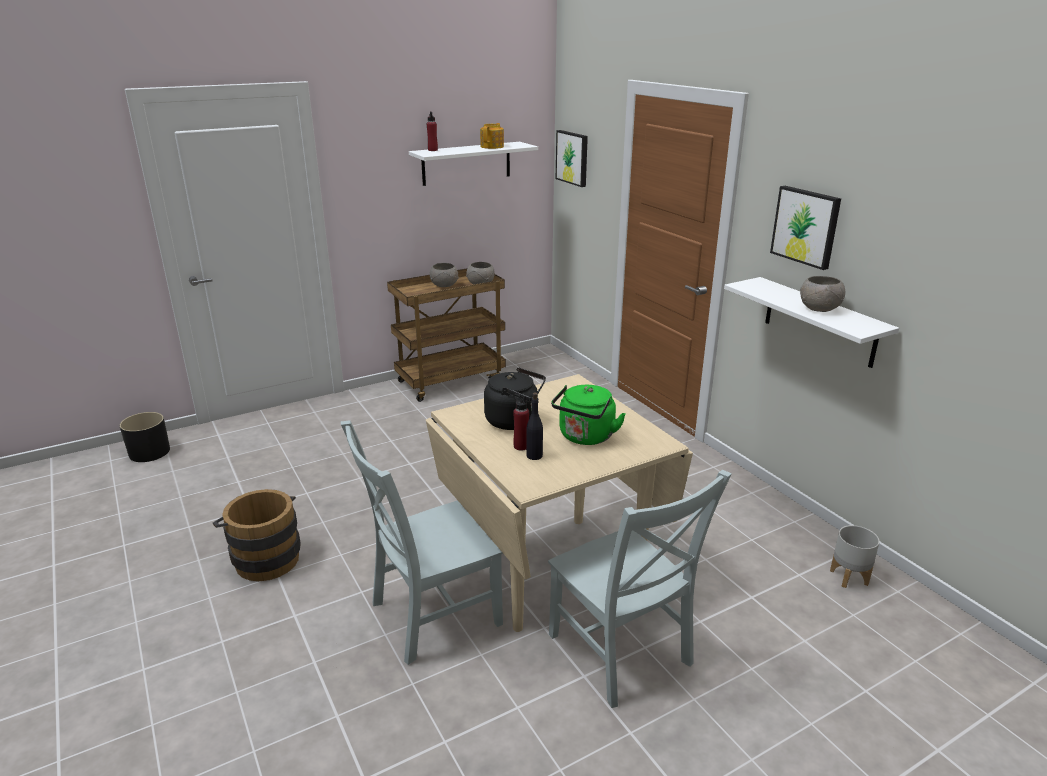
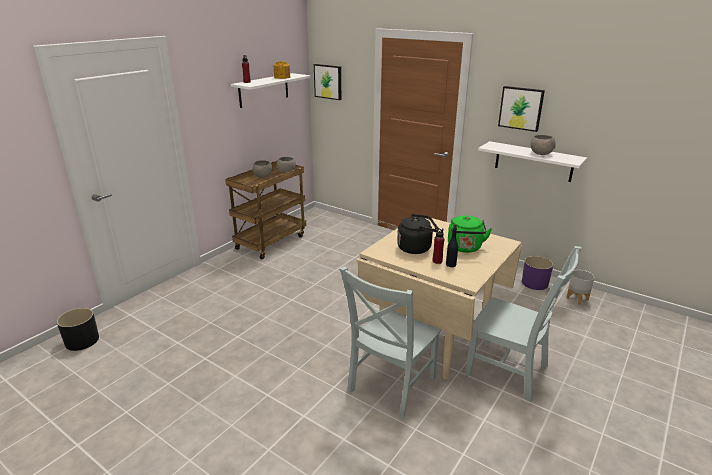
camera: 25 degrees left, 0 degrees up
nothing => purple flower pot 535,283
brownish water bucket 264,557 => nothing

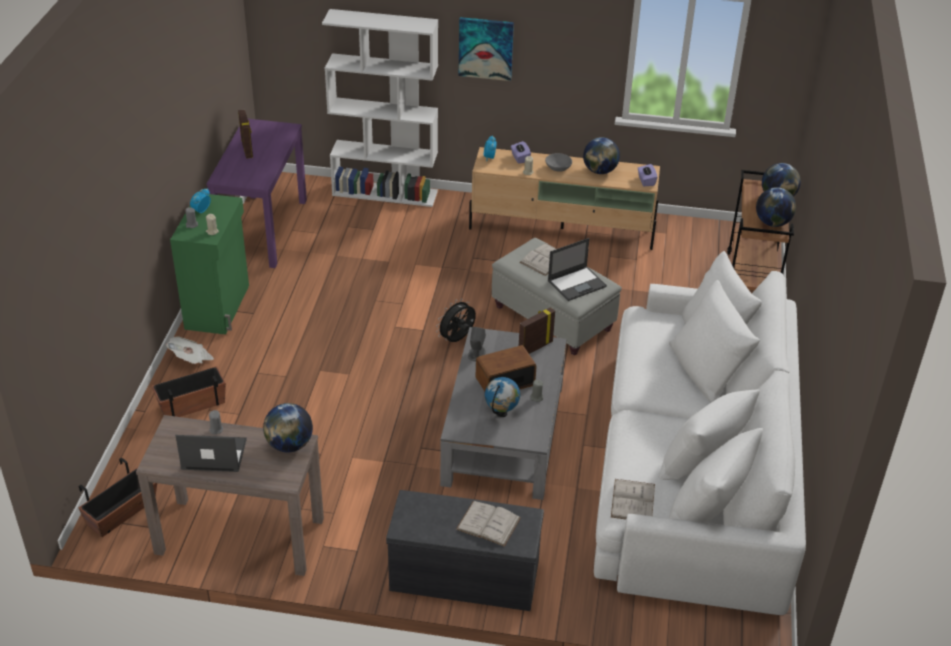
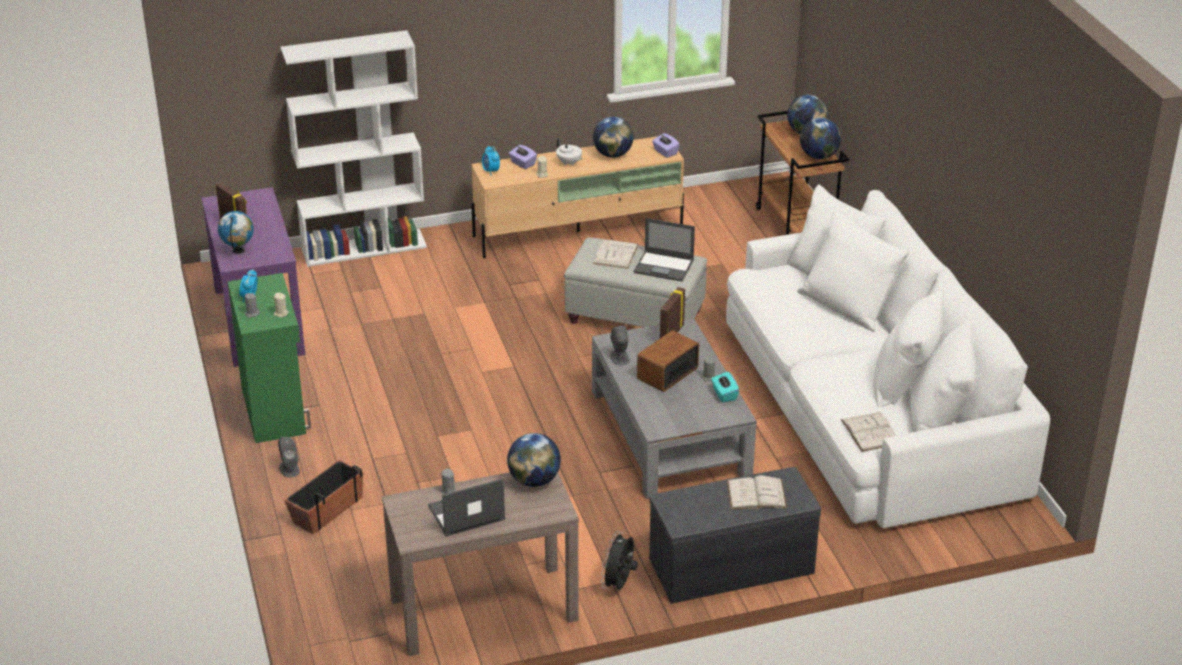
camera: 25 degrees left, 5 degrees down
desk globe 501,413 => desk globe 238,251, move
daily paper 191,359 => greyish audio speaker 289,468
greyish serving bowl 558,168 => whitish teapot 569,163
black electric fan 457,339 => black electric fan 619,584, move
notebook computer 577,283 => notebook computer 664,266, 75 degrees clockwise
nothing => turquoise box of tissues 724,394
flower pot 121,513 => nothing
picture 486,48 => nothing

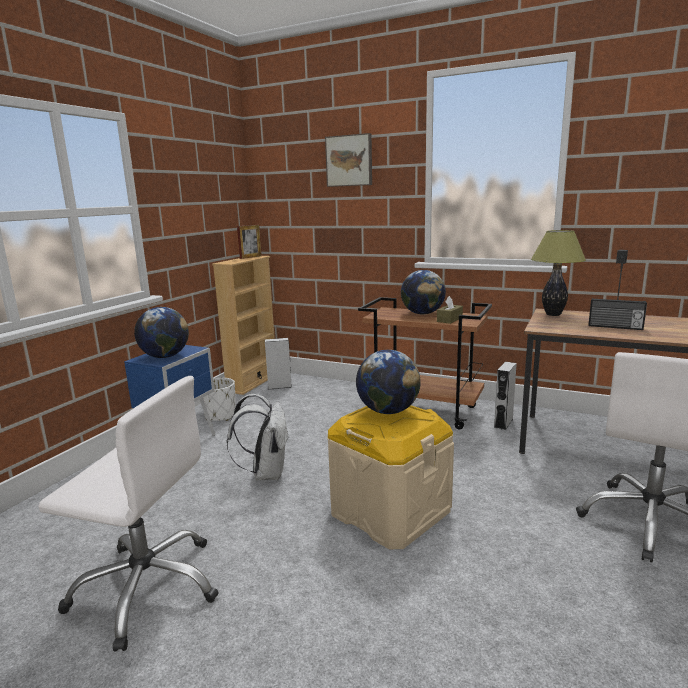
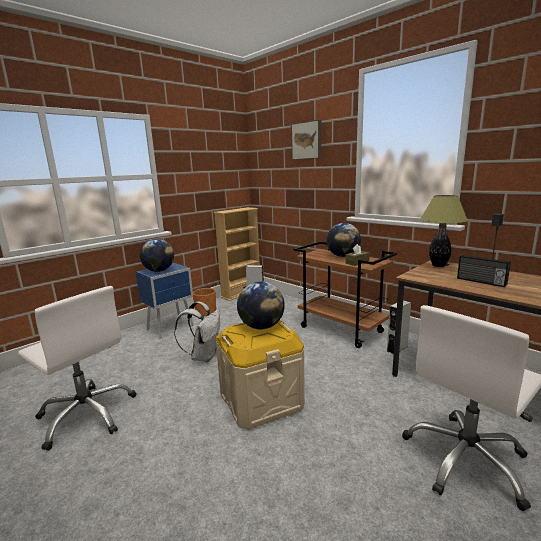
camera: 20 degrees right, 0 degrees up
whitish flower pot 220,416 => orangey flower pot 206,313
standing frame 250,257 => nothing

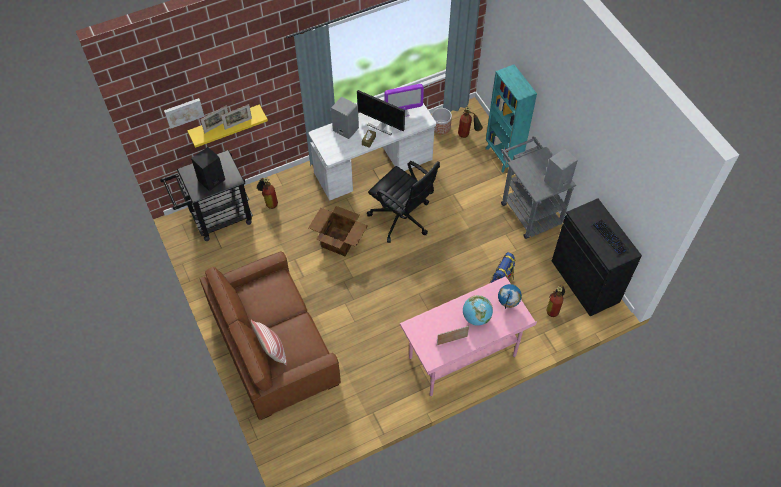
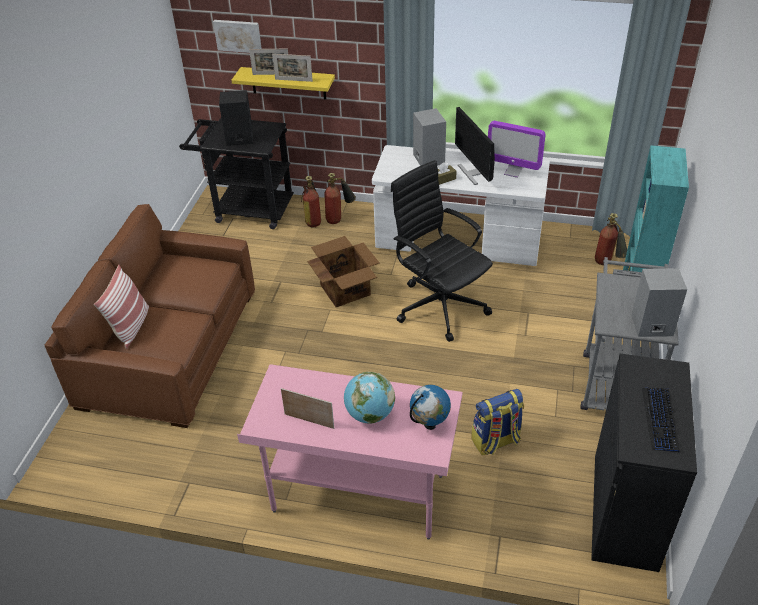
camera: 40 degrees right, 15 degrees down
fire-fighting cylinder 554,307 => fire-fighting cylinder 339,218, move
black computer chair 402,218 => black computer chair 439,305, 150 degrees clockwise
flower pot 441,127 => nothing

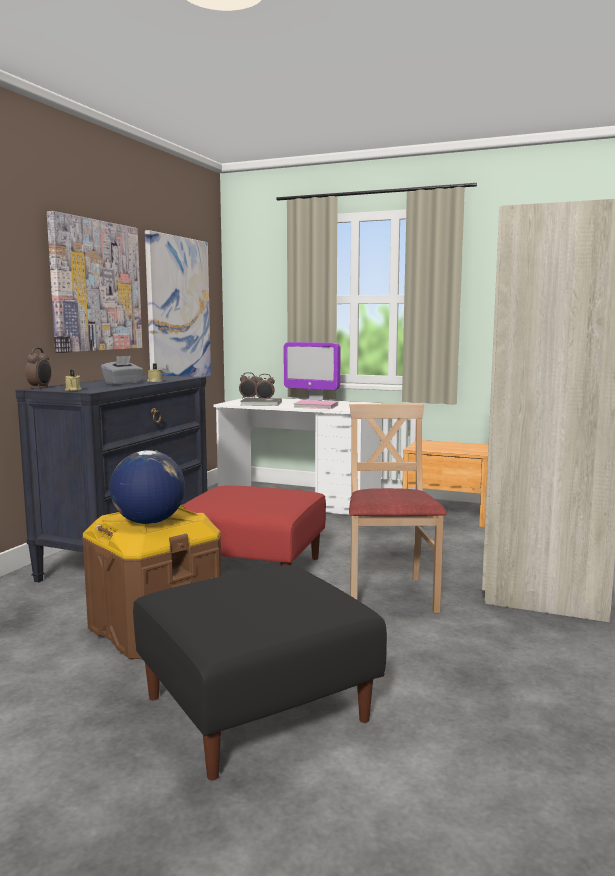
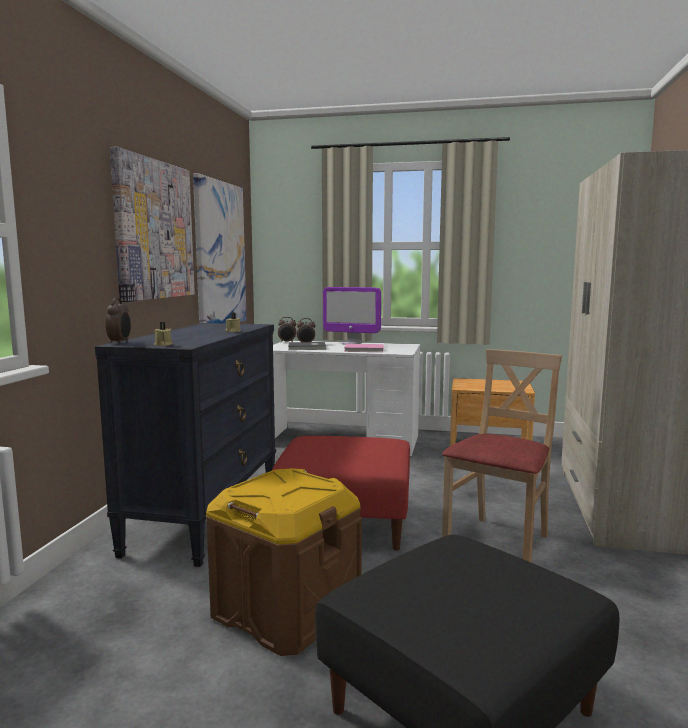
camera: 10 degrees left, 0 degrees up
sand-coloured plain chair 389,595 => sand-coloured plain chair 499,543, 45 degrees clockwise
greyish box of tissues 123,383 => nothing
desk globe 148,522 => nothing

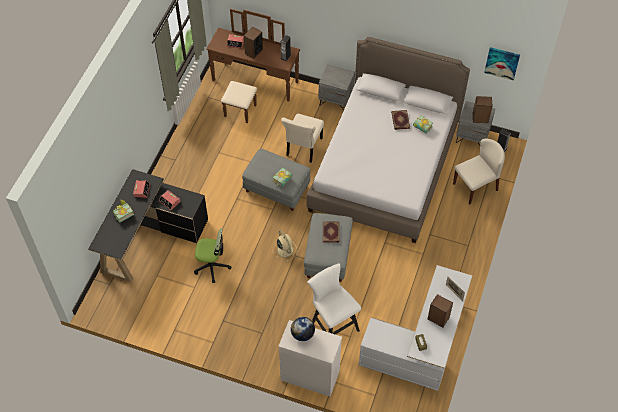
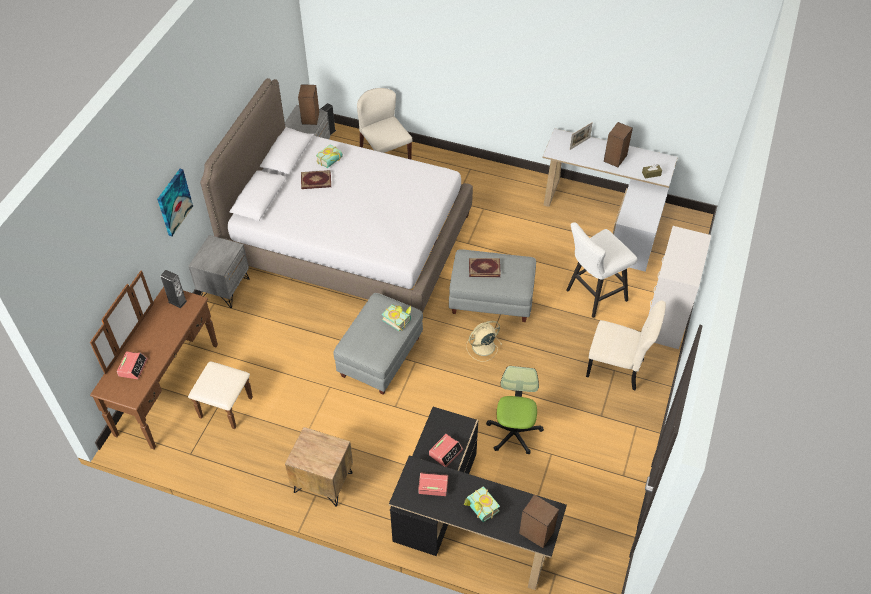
camera: 90 degrees left, 5 degrees down
picture 502,63 => picture 174,202, move
nothing => brownish bedside table 323,483
audio speaker 253,51 => audio speaker 536,532, move
sand-coloured plain chair 303,148 => sand-coloured plain chair 617,369, move
desk globe 302,334 => nothing

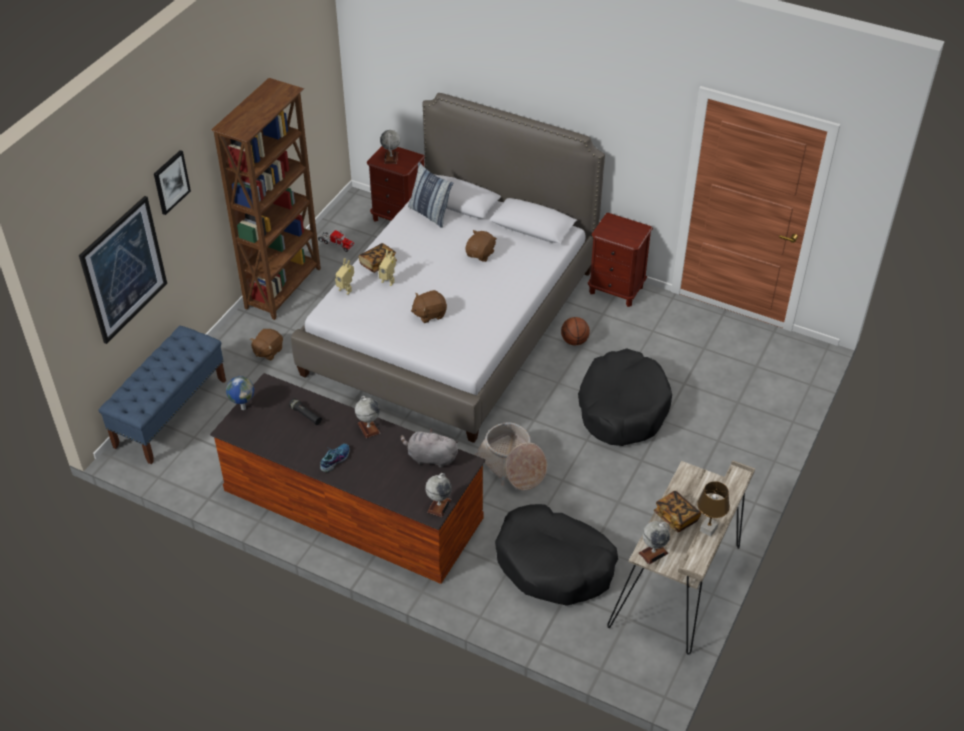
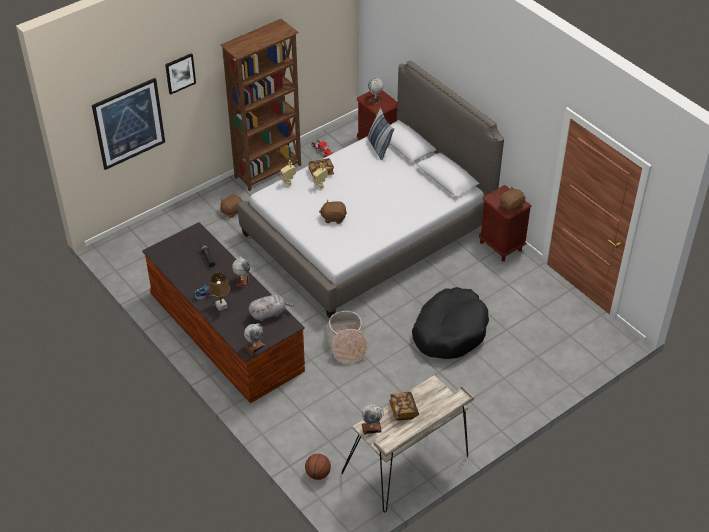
camera: 25 degrees right, 0 degrees up
brownish table lamp 708,529 => brownish table lamp 221,306, move
greyish cuddly toy 430,458 => greyish cuddly toy 269,313, 120 degrees clockwise
basketball ball 574,341 => basketball ball 318,474, move
brownish cuddly toy 481,254 => brownish cuddly toy 512,206, move
blue bench 171,413 => nothing
desk globe 243,408 => nothing
black dog bed 554,564 => nothing

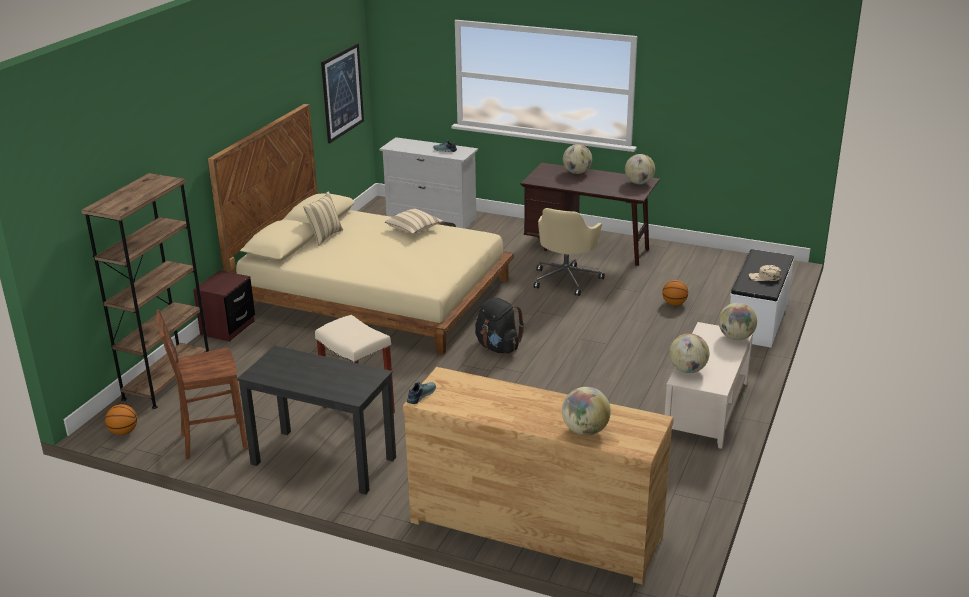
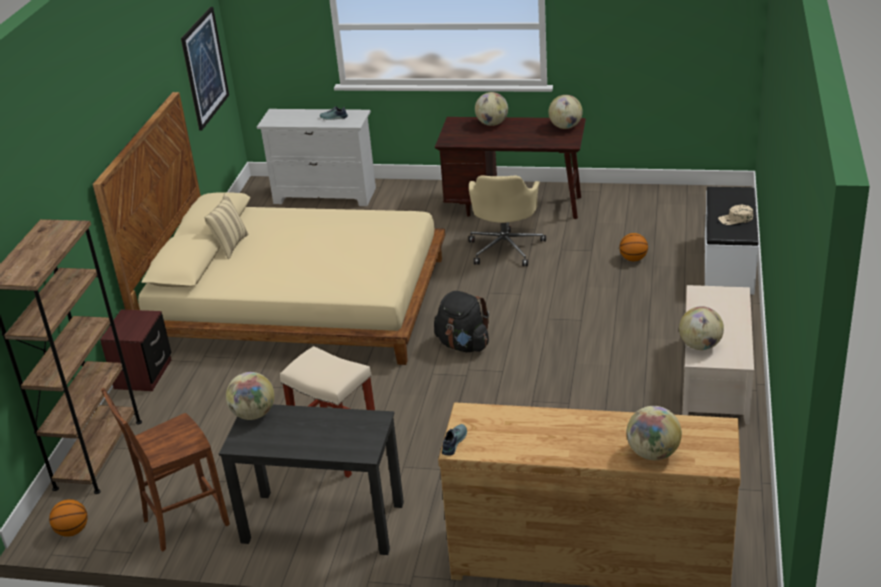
camera: 10 degrees left, 5 degrees up
desk globe 735,337 => desk globe 253,414, move
sand-coloured throw pillow 414,229 => nothing

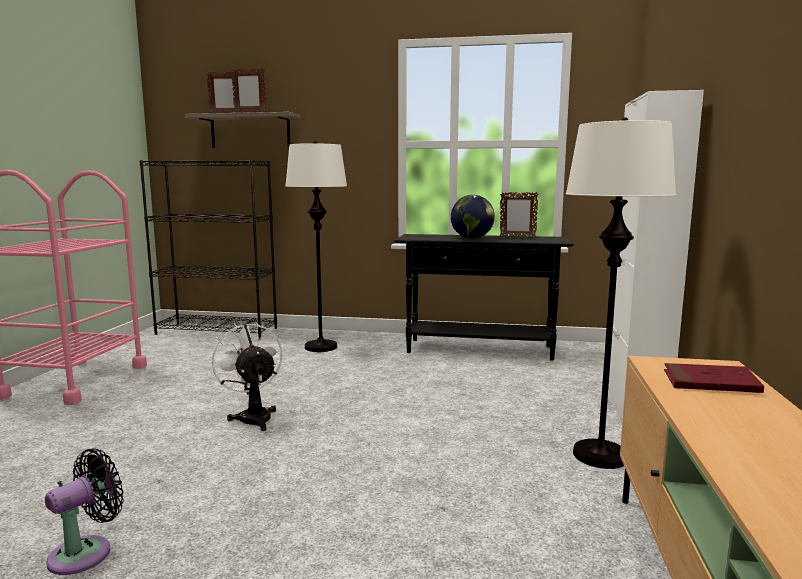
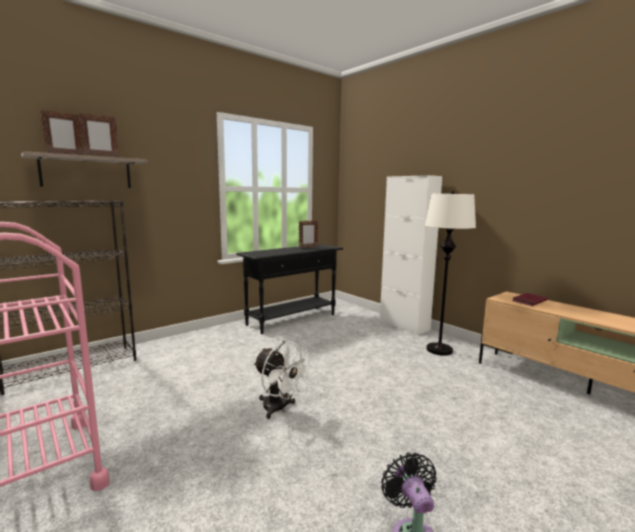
camera: 50 degrees left, 0 degrees up
whitish electric fan 253,416 => whitish electric fan 279,409, 150 degrees counterclockwise
whitish standing lamp 320,347 => nothing
desk globe 471,238 => nothing

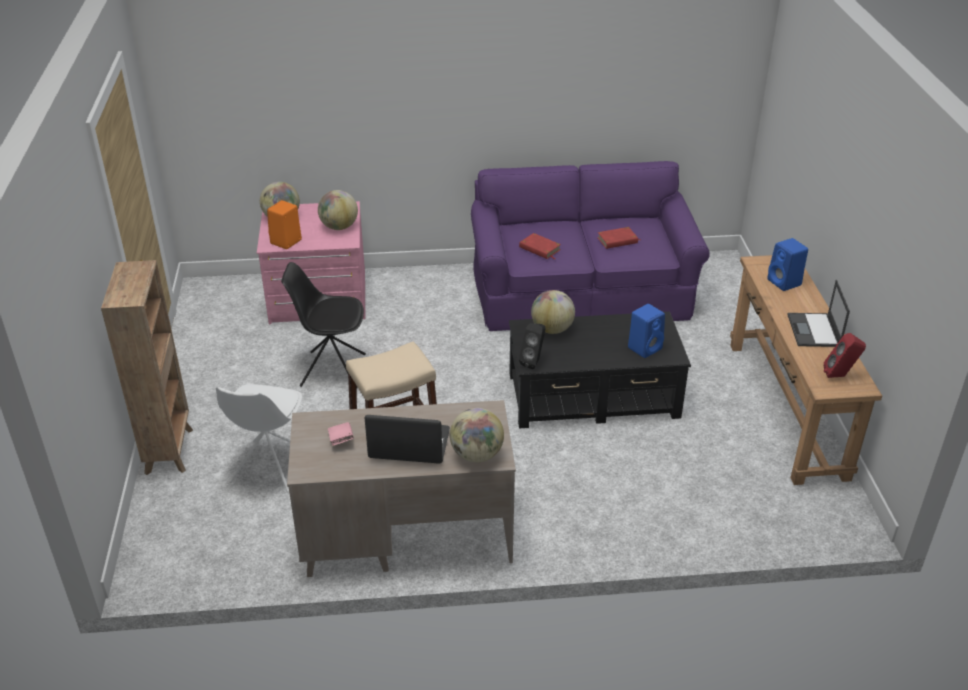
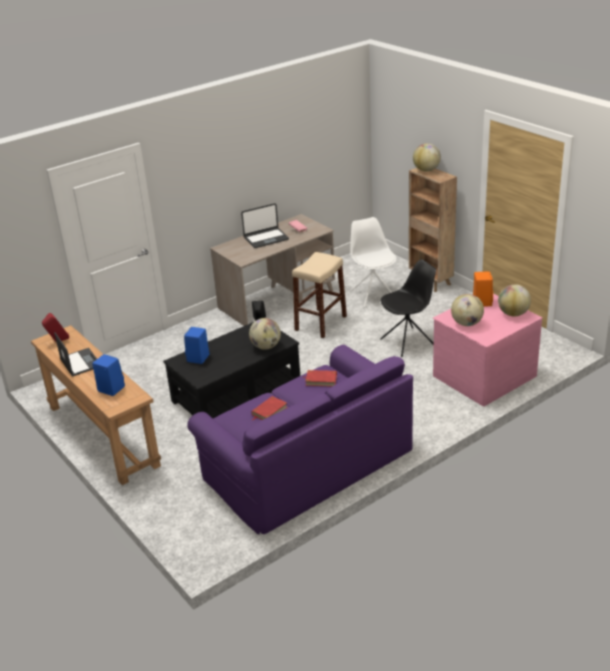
camera: 150 degrees right, 5 degrees down
desk globe 476,455 => desk globe 426,170, move

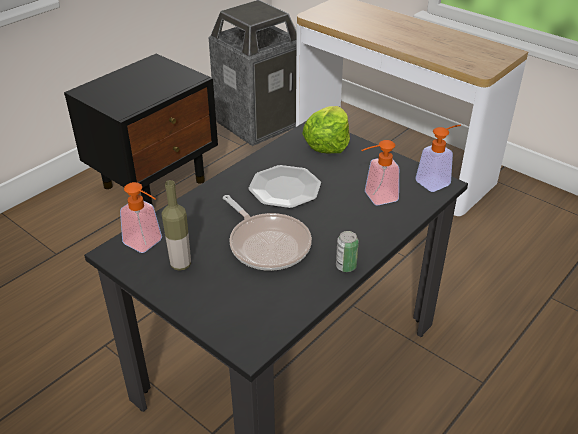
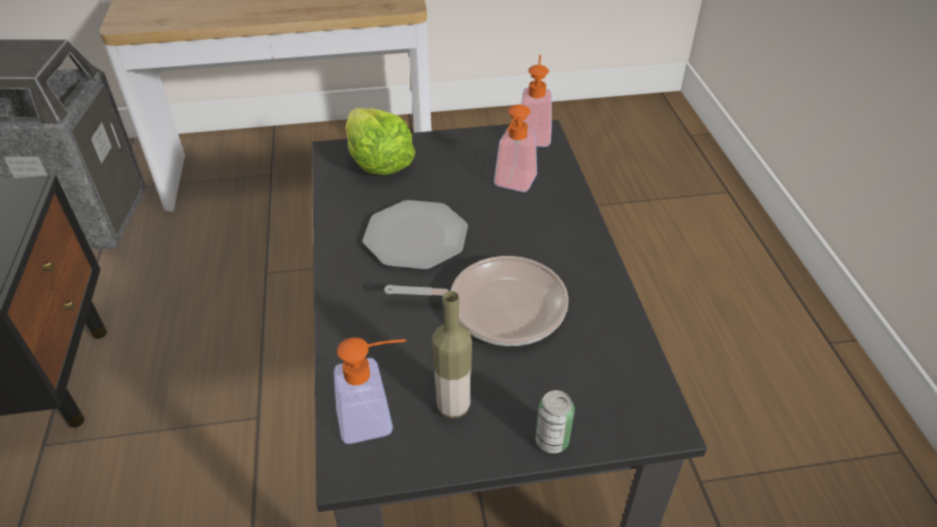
camera: 50 degrees left, 5 degrees up
sealed can 346,266 => sealed can 552,440, move

